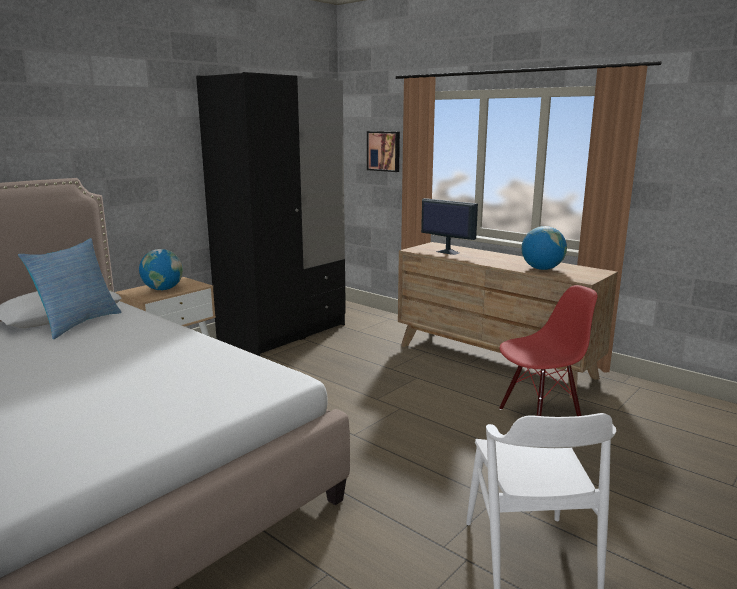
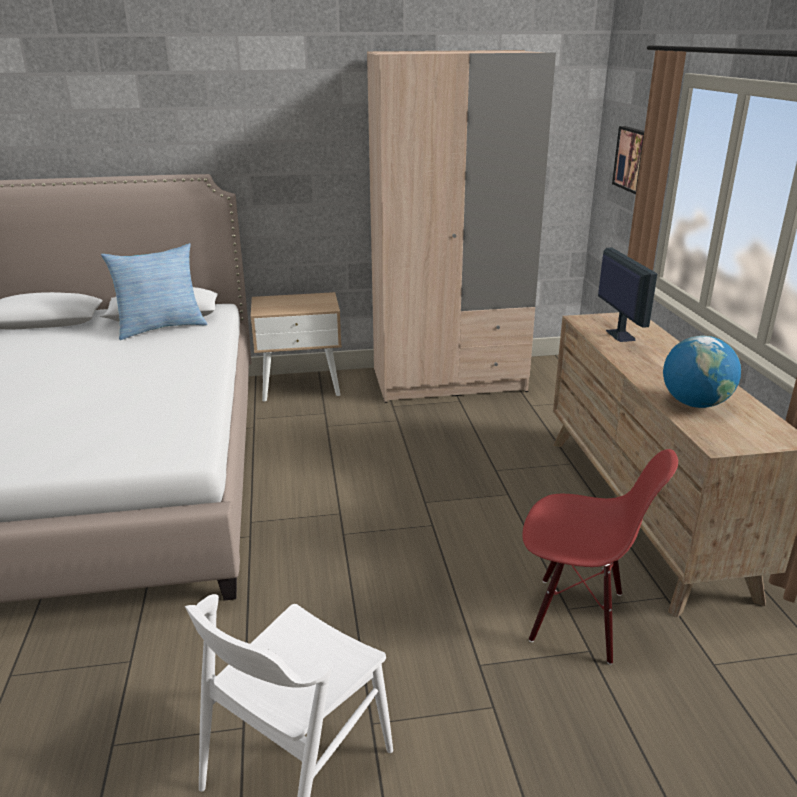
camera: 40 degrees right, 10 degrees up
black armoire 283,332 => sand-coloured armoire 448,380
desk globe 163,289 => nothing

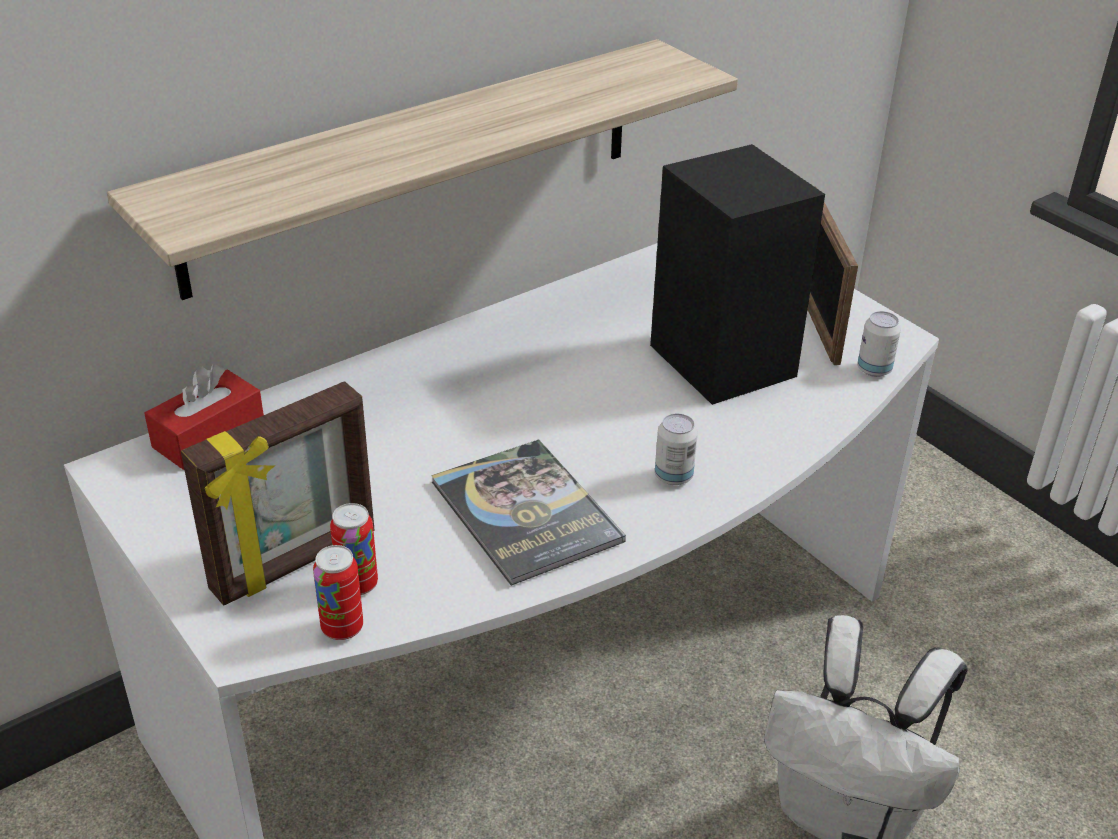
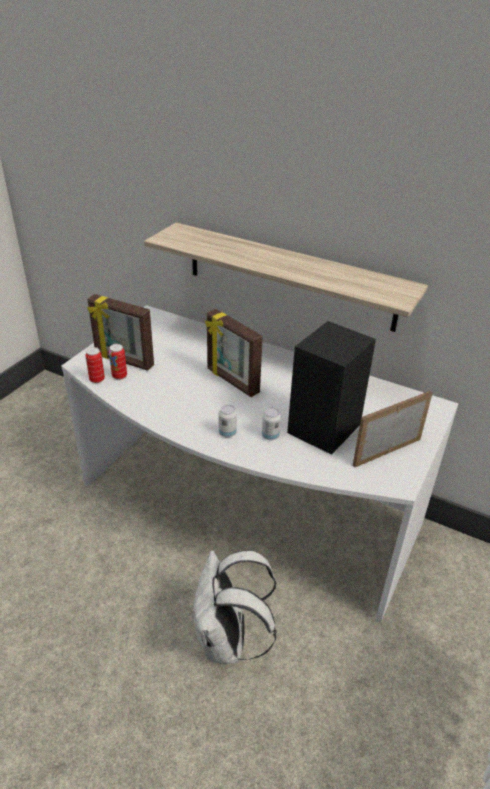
camera: 65 degrees right, 0 degrees up
nothing => standing frame 232,381
sealed can 874,369 => sealed can 270,436, move
red-coloured box of tissues 209,436 => nothing
volume 525,512 => nothing

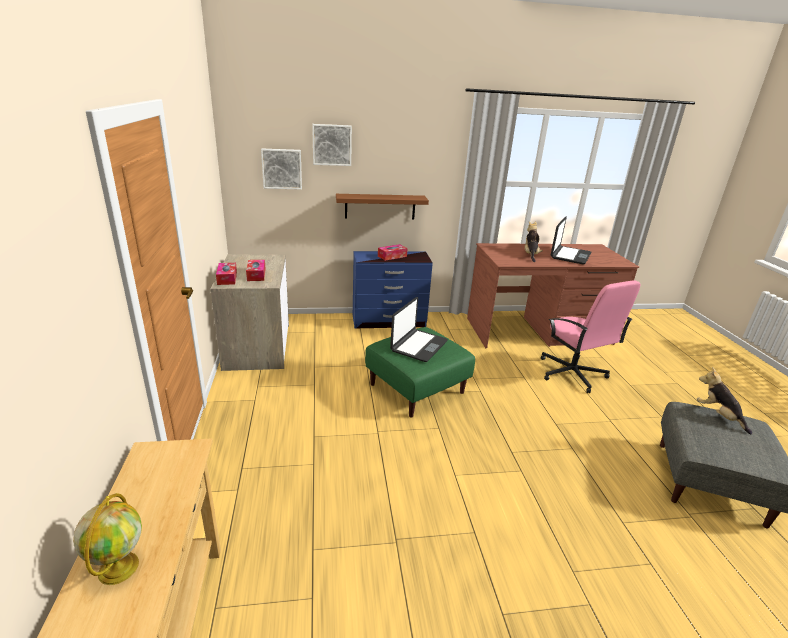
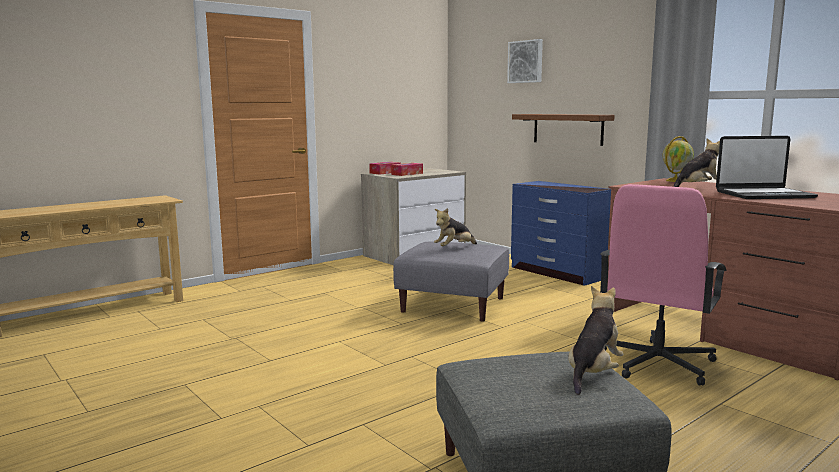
camera: 60 degrees right, 15 degrees down
green-coloured pouffe 416,388 => greyish pouffe 453,305
notebook computer 418,346 => cuddly toy 454,248
desk globe 118,566 => desk globe 675,181, move
picture 282,168 => nothing
box of tissues 392,256 => nothing

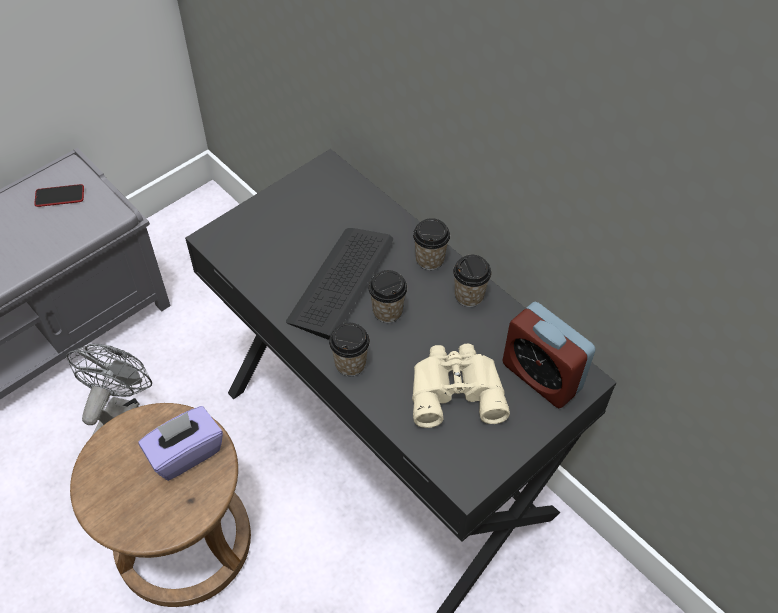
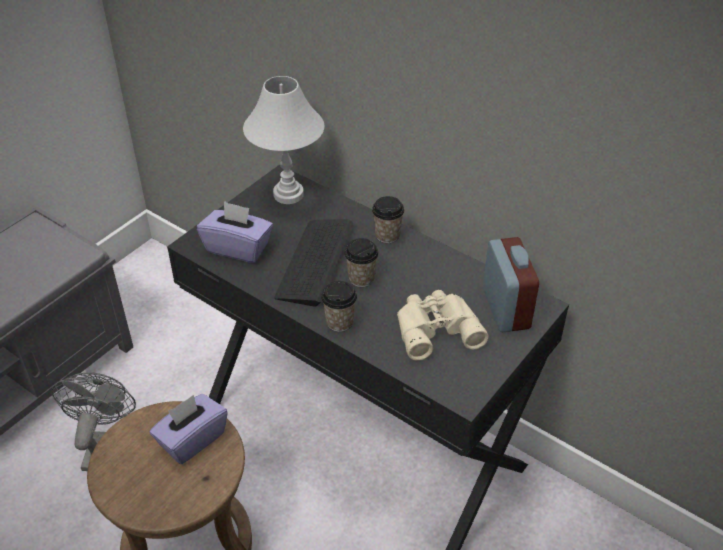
camera: 10 degrees left, 10 degrees down
nothing => purple box of tissues 238,248
nothing => whitish table lamp 289,194
bedside clock 541,376 => bedside clock 505,308, 135 degrees counterclockwise
handset 59,196 => nothing
cup 469,296 => nothing

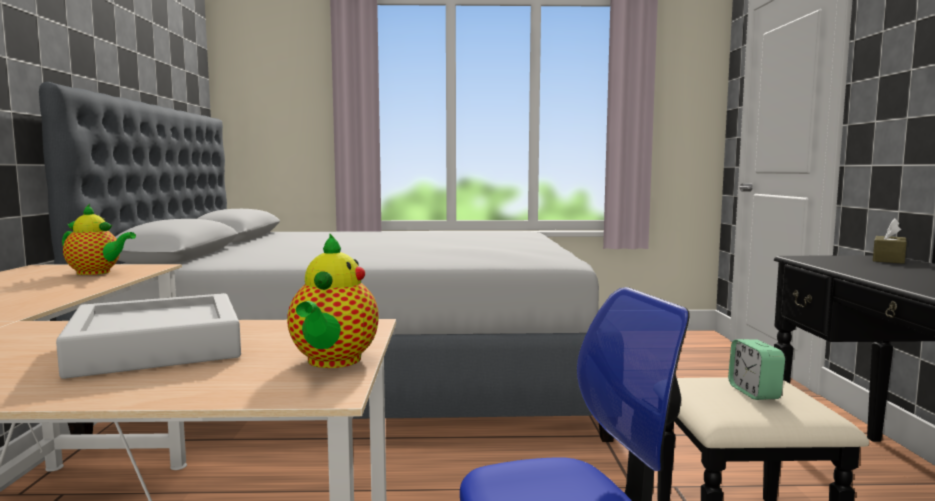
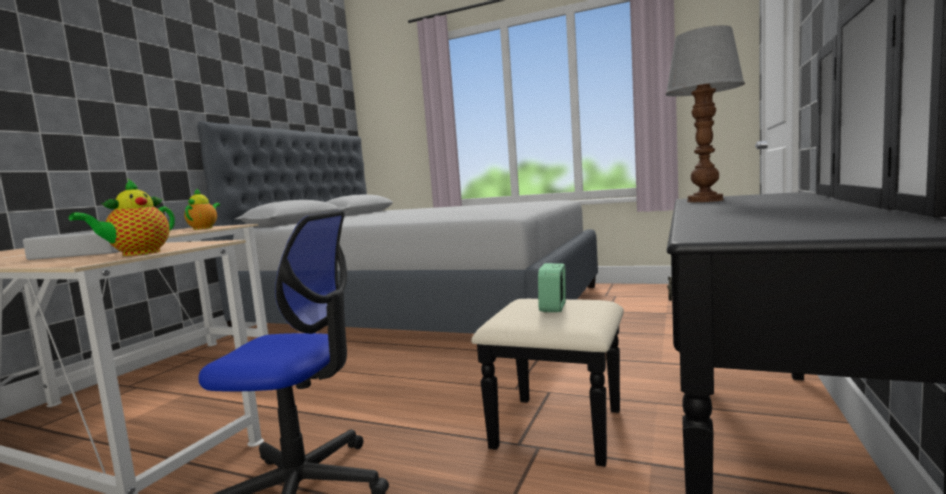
camera: 25 degrees right, 0 degrees up
teapot 97,273 => teapot 204,228, 120 degrees counterclockwise
nothing => table lamp 706,200
brownish box of tissues 888,259 => nothing

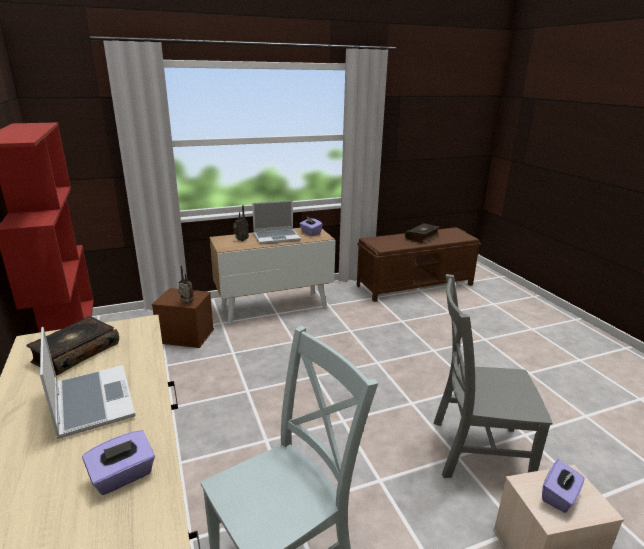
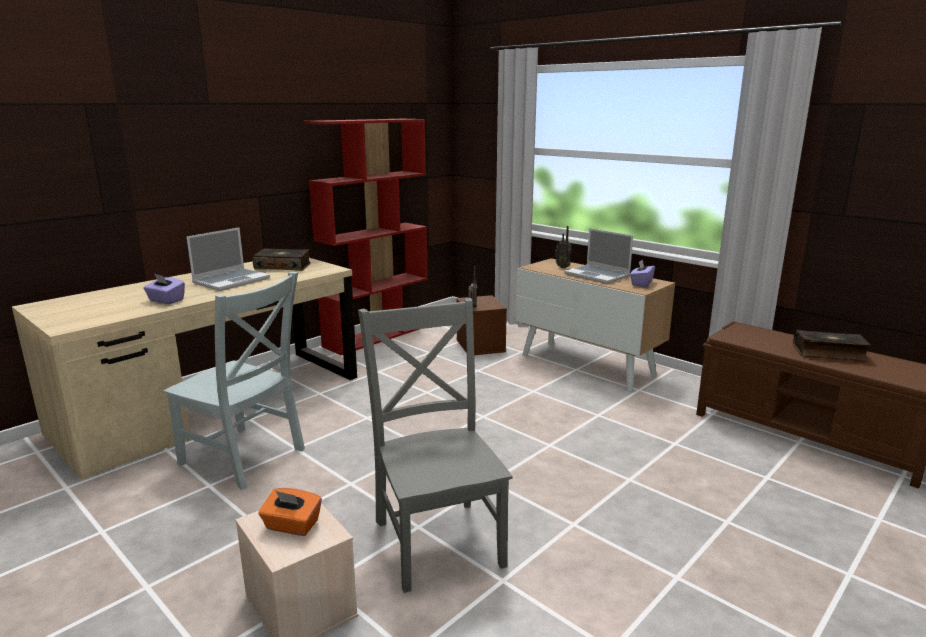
camera: 65 degrees right, 5 degrees down
purple box of tissues 559,496 => orangey box of tissues 292,526

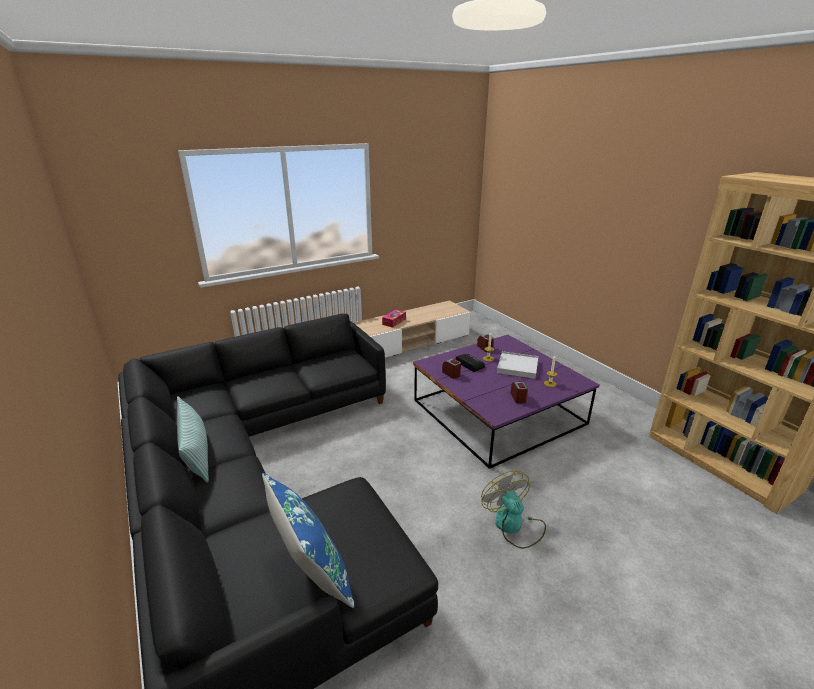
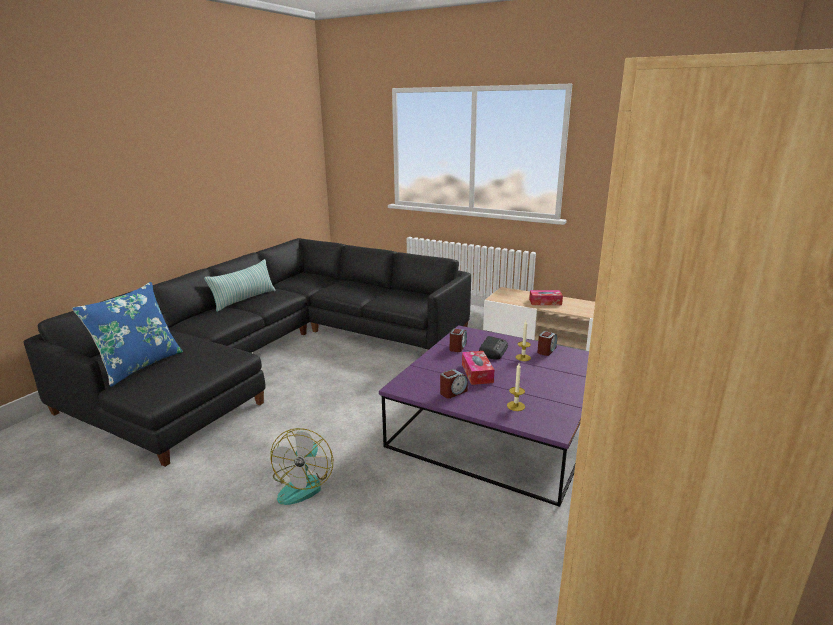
camera: 60 degrees right, 5 degrees down
electric fan 514,525 => electric fan 303,484, 150 degrees clockwise
nothing => box of tissues 477,373
whitish serving tray 517,366 => nothing

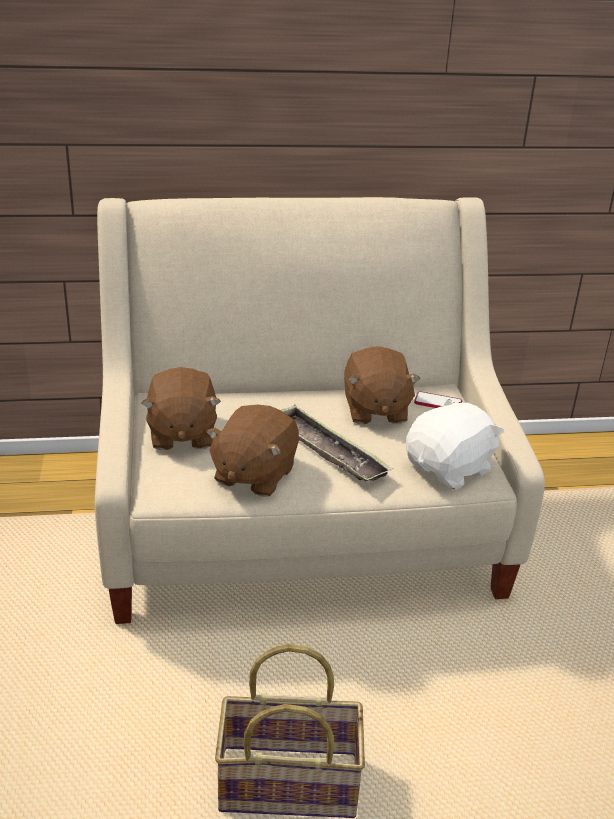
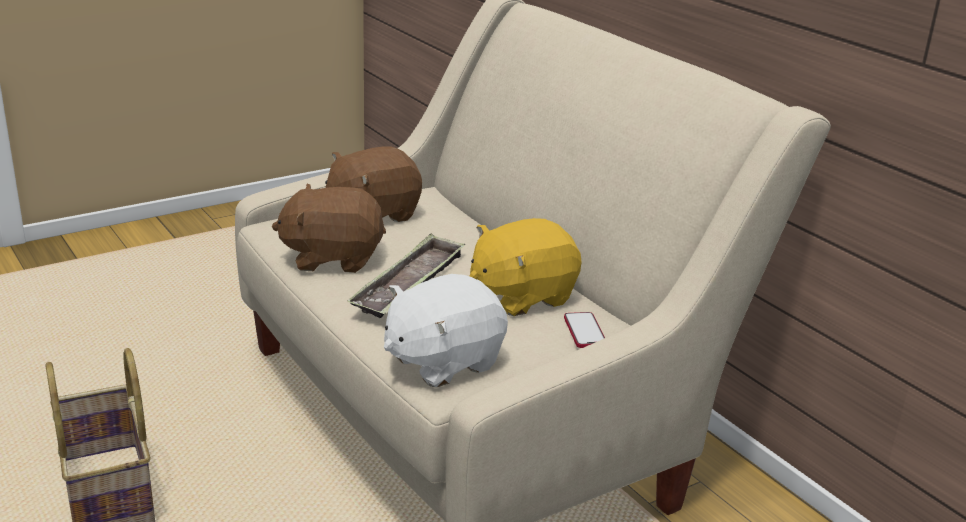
camera: 65 degrees right, 5 degrees down
whitish cuddly toy 449,469 => whitish cuddly toy 442,361, 120 degrees clockwise
brownish cuddly toy 375,410 => yellow-coloured cuddly toy 521,296

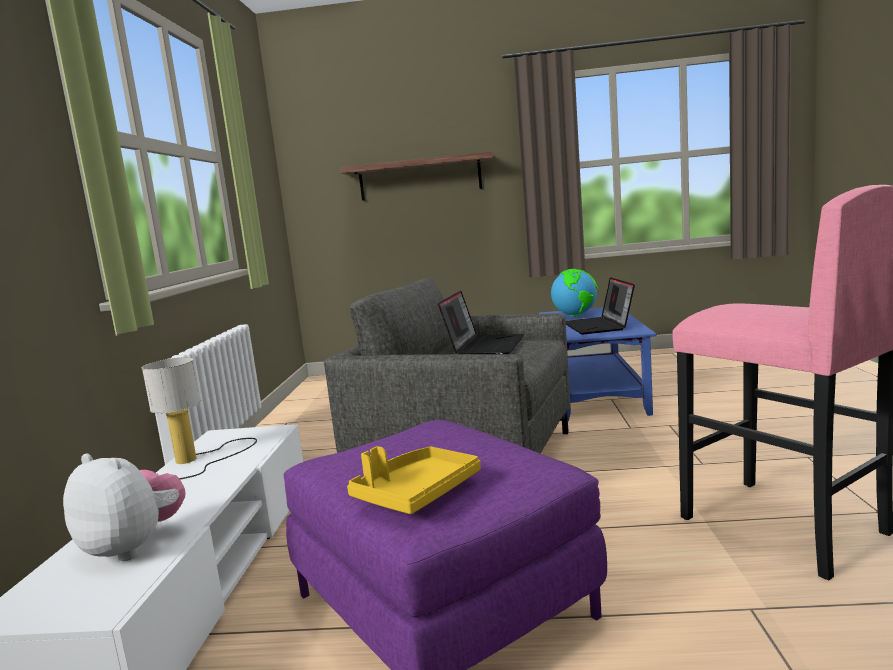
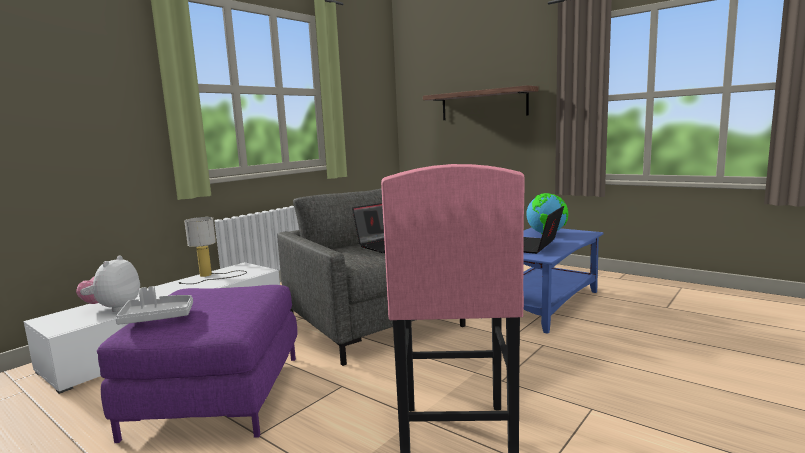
camera: 35 degrees right, 0 degrees up
cuddly toy 134,547 => cuddly toy 113,308, 150 degrees counterclockwise
yellow-coloured serving tray 416,493 => greyish serving tray 158,317

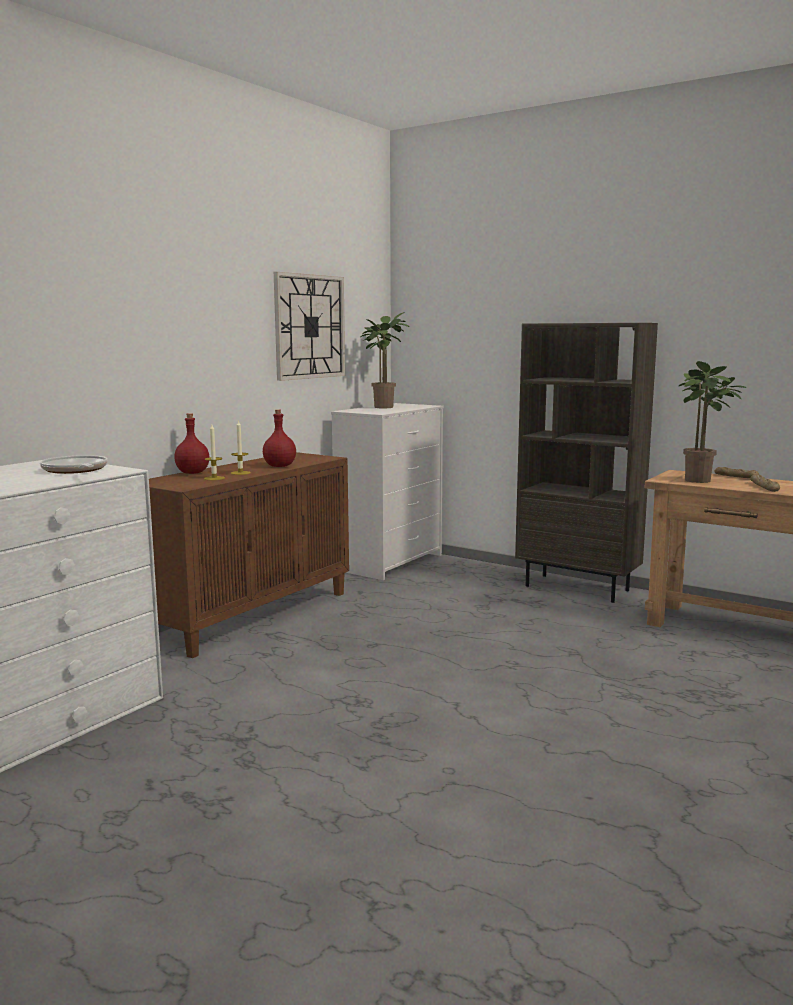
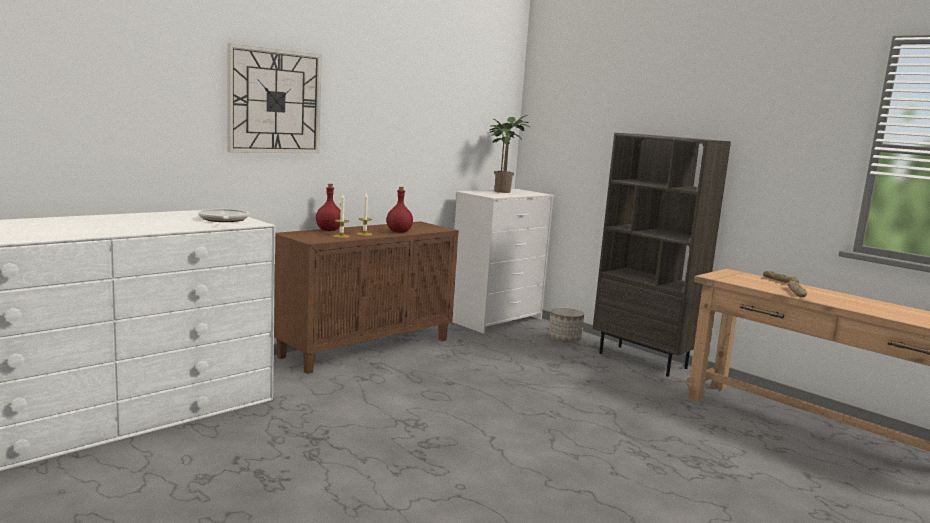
camera: 10 degrees right, 0 degrees up
hanging clock 309,327 => hanging clock 274,101, move
nothing => flower pot 564,338
houseplant 701,481 => nothing

